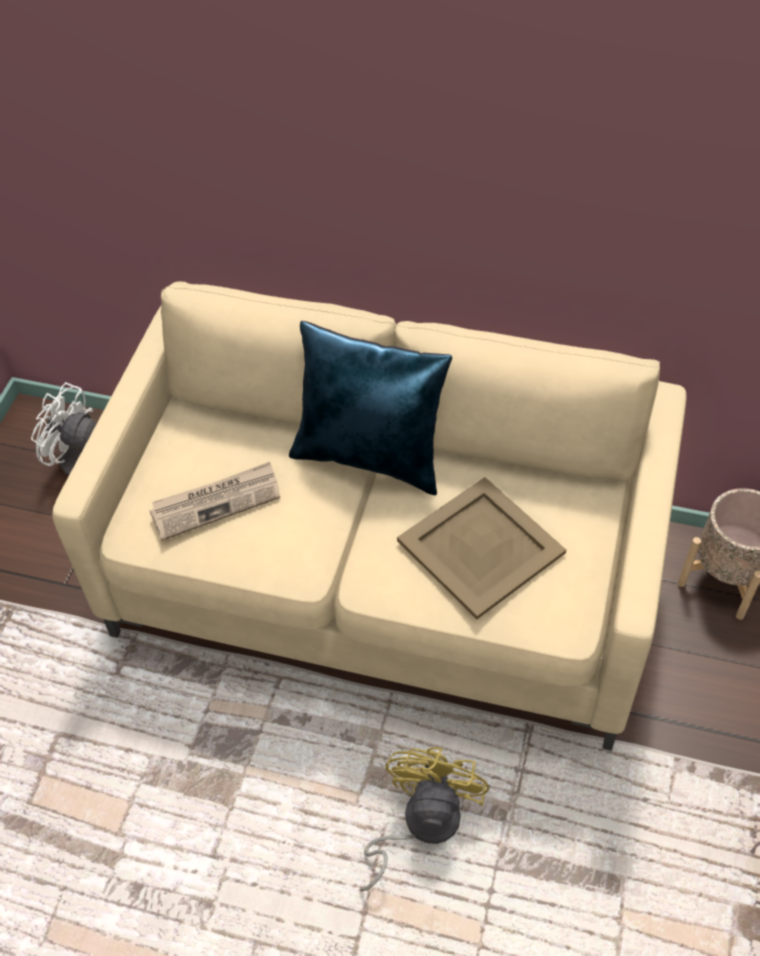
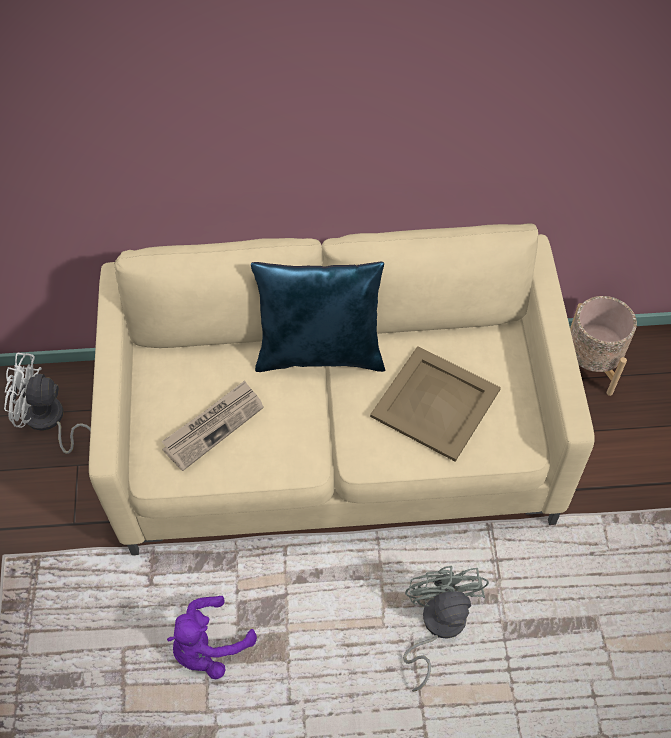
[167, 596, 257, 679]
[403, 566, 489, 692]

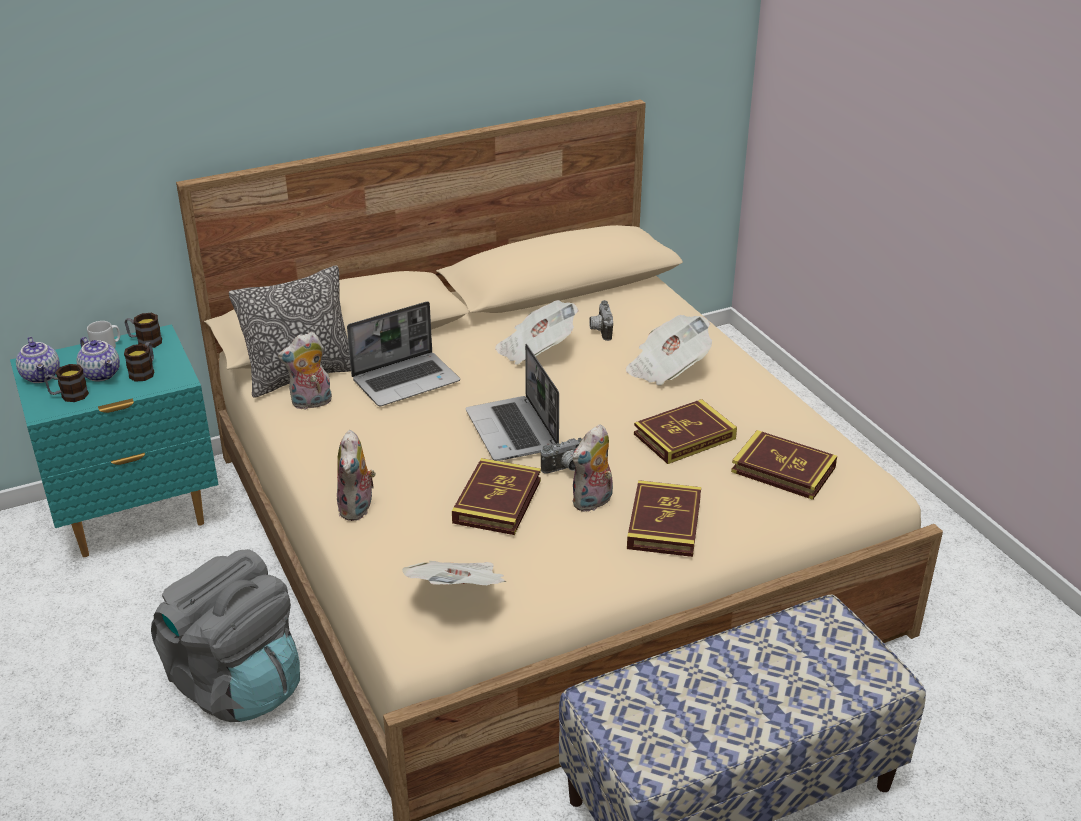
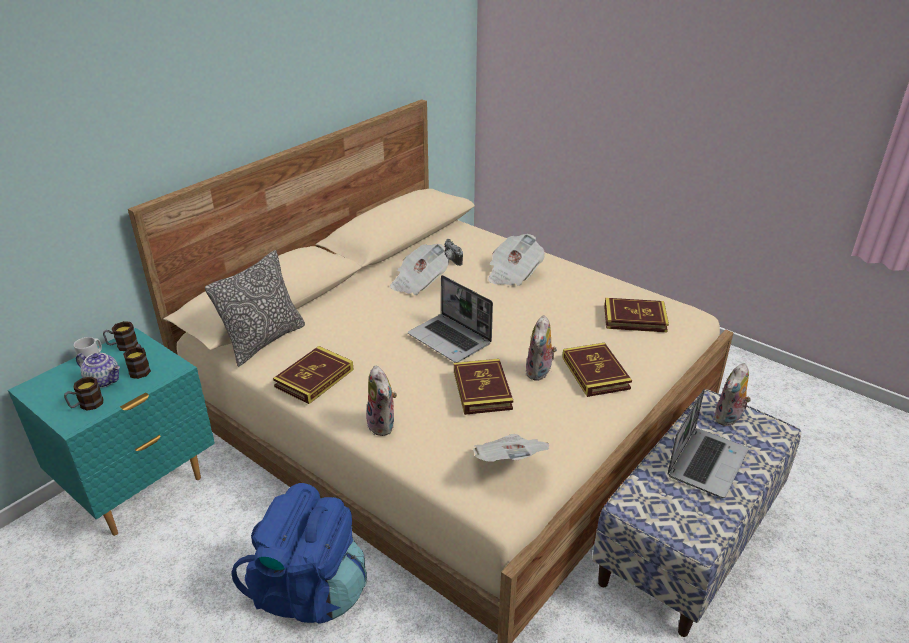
[16, 337, 60, 383] (first image)
[541, 438, 582, 473] (first image)
[713, 363, 751, 426]
[667, 388, 749, 498]
[273, 346, 354, 404]
[231, 483, 367, 624]

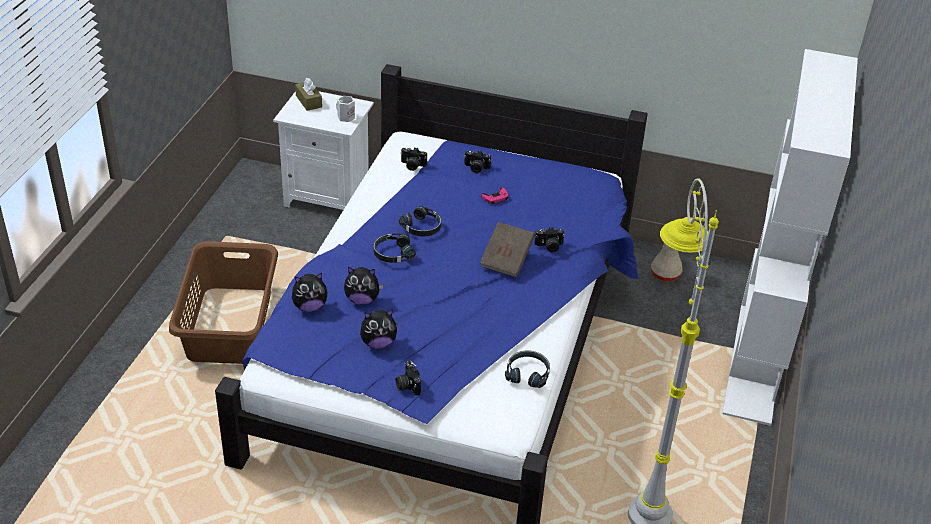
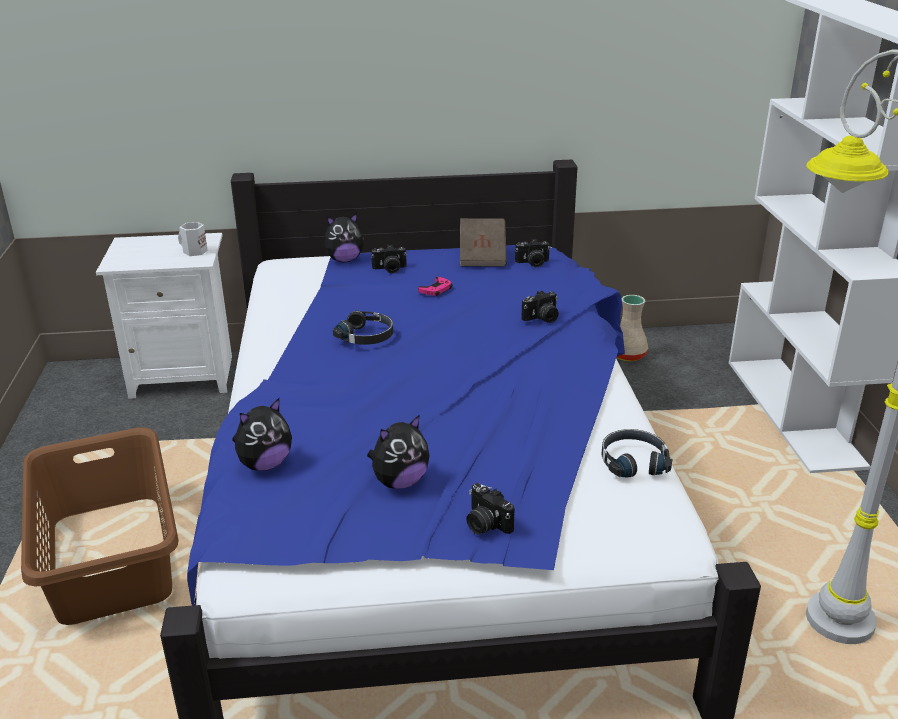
[295, 78, 322, 111] (first image)
[373, 233, 416, 263] (first image)
[324, 213, 364, 262]
[515, 239, 550, 267]
[460, 218, 507, 267]

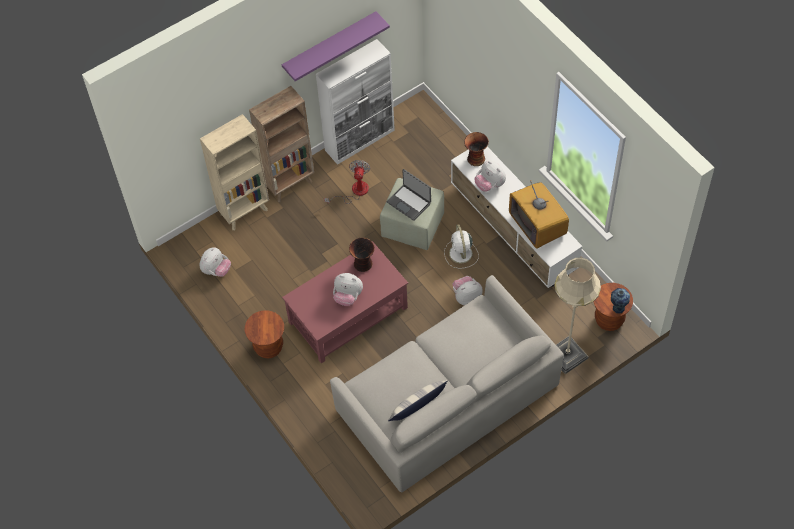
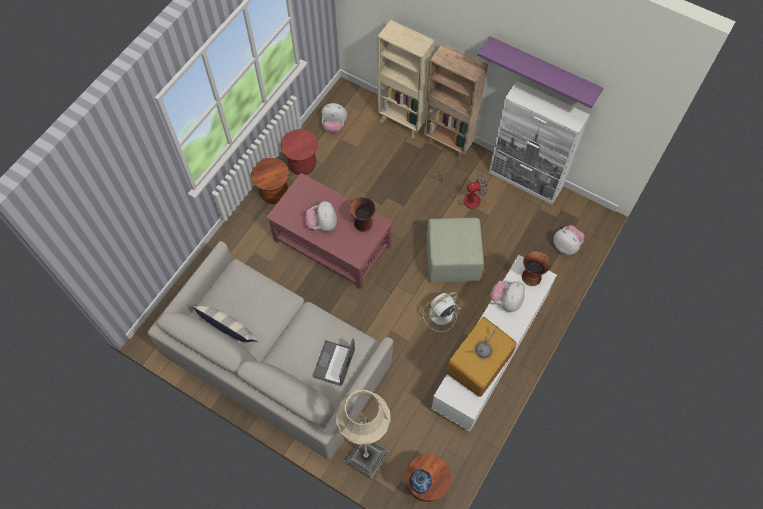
[281, 129, 318, 175]
[312, 338, 355, 386]
[553, 225, 585, 255]

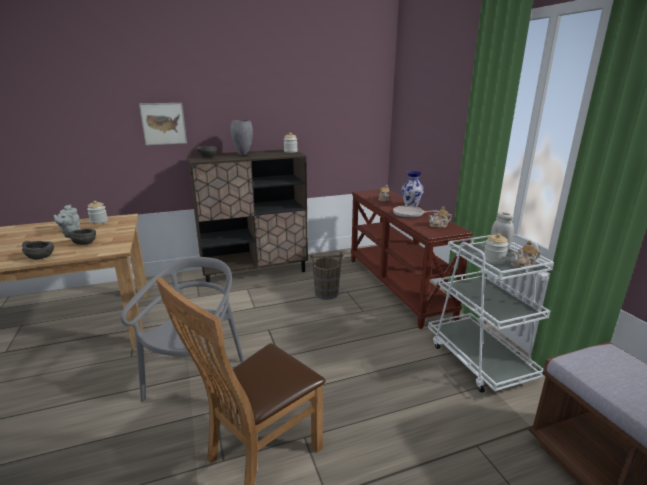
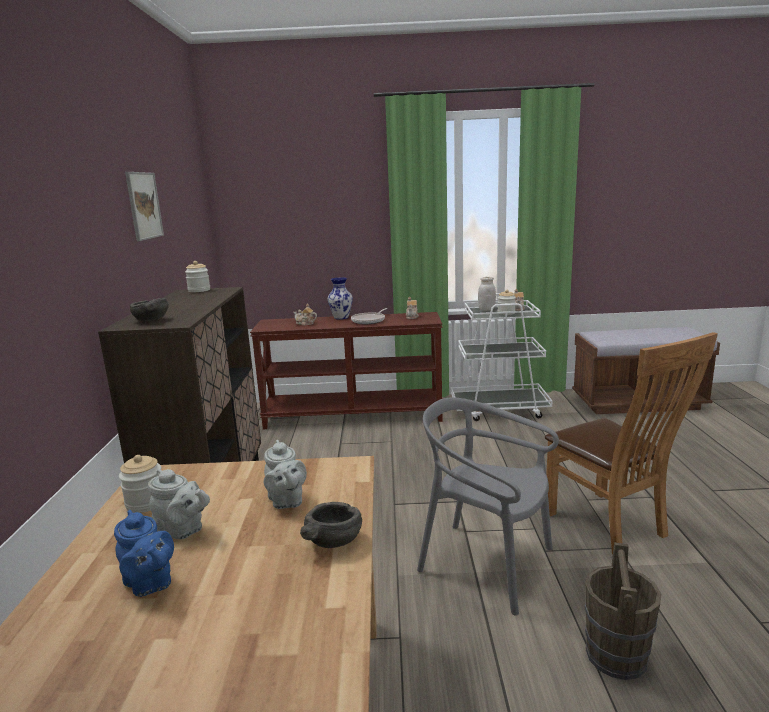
[230, 120, 253, 155] (first image)
[114, 510, 174, 597]
[125, 172, 164, 241]
[585, 543, 662, 680]
[264, 440, 307, 509]

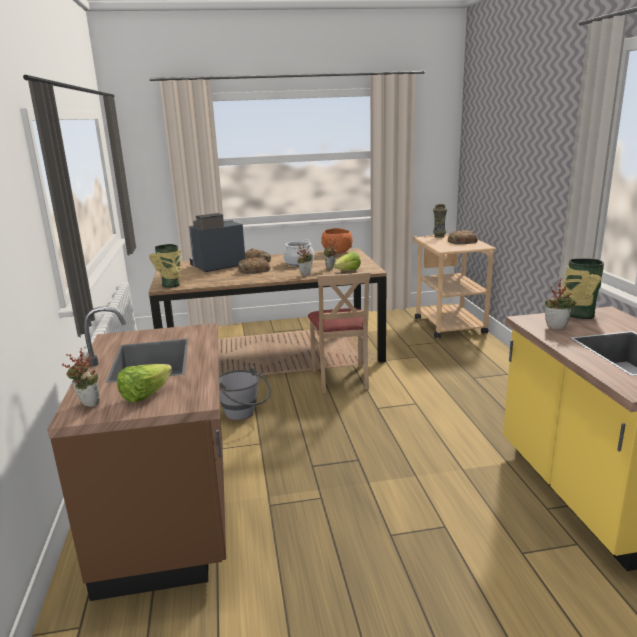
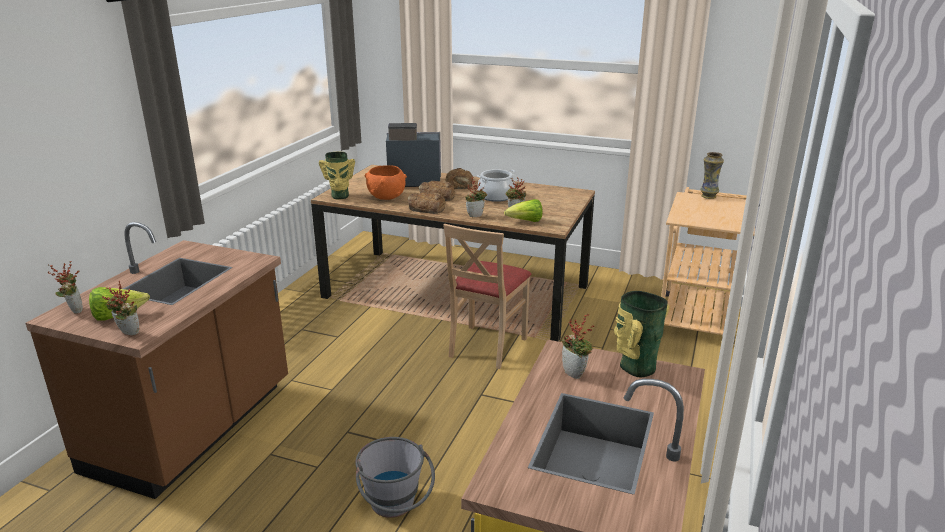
[102, 281, 140, 335]
[355, 437, 435, 518]
[365, 165, 407, 200]
[407, 192, 446, 214]

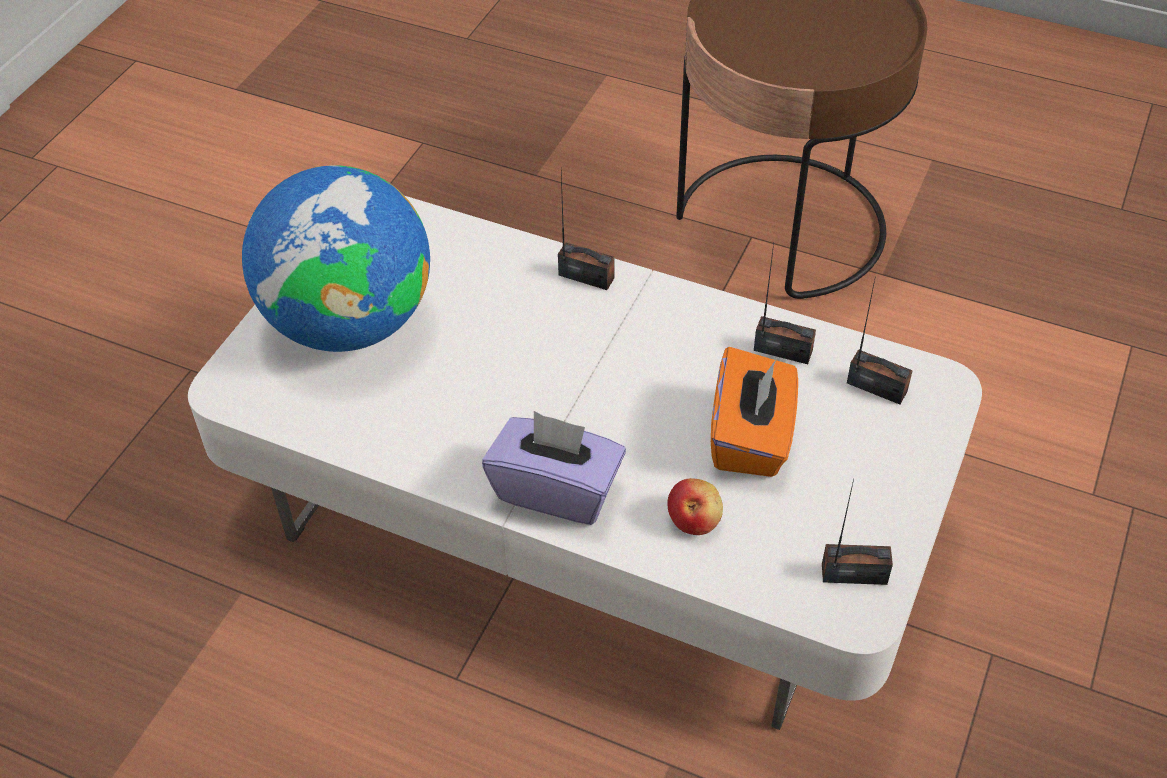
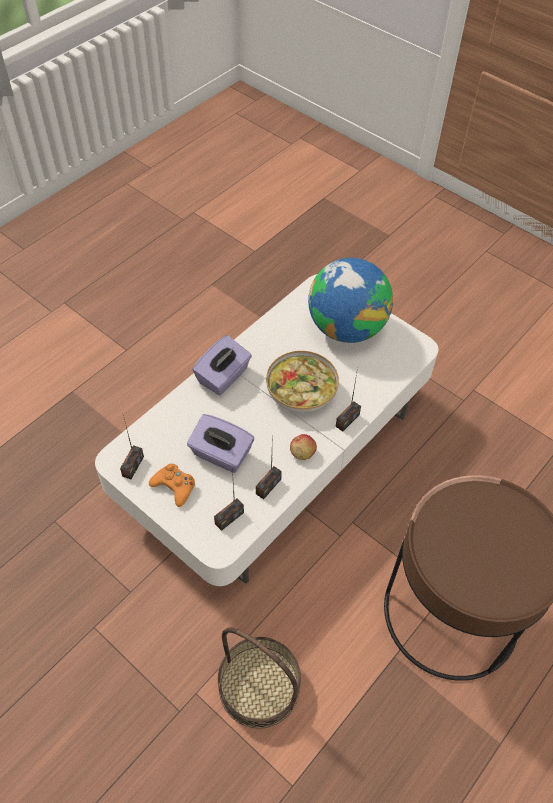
[149, 464, 195, 507]
[218, 628, 301, 729]
[266, 351, 339, 413]
[290, 434, 317, 460]
[187, 414, 254, 473]

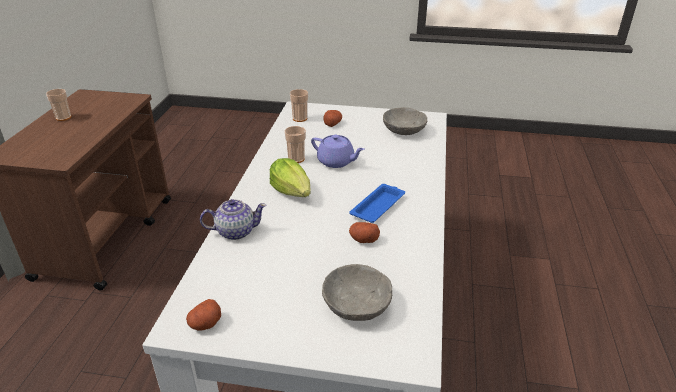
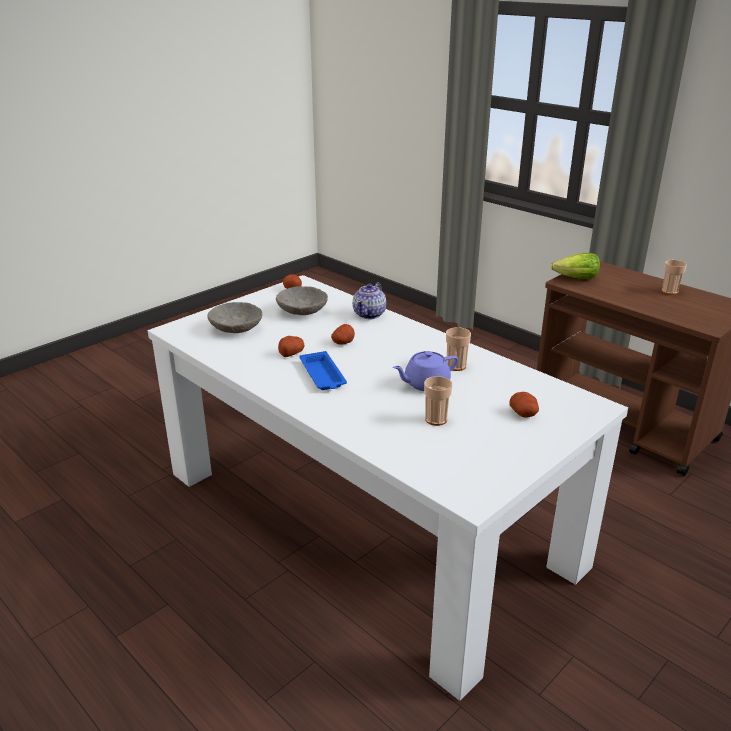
[331, 324, 355, 345]
[551, 253, 600, 279]
[424, 376, 452, 426]
[276, 286, 328, 315]

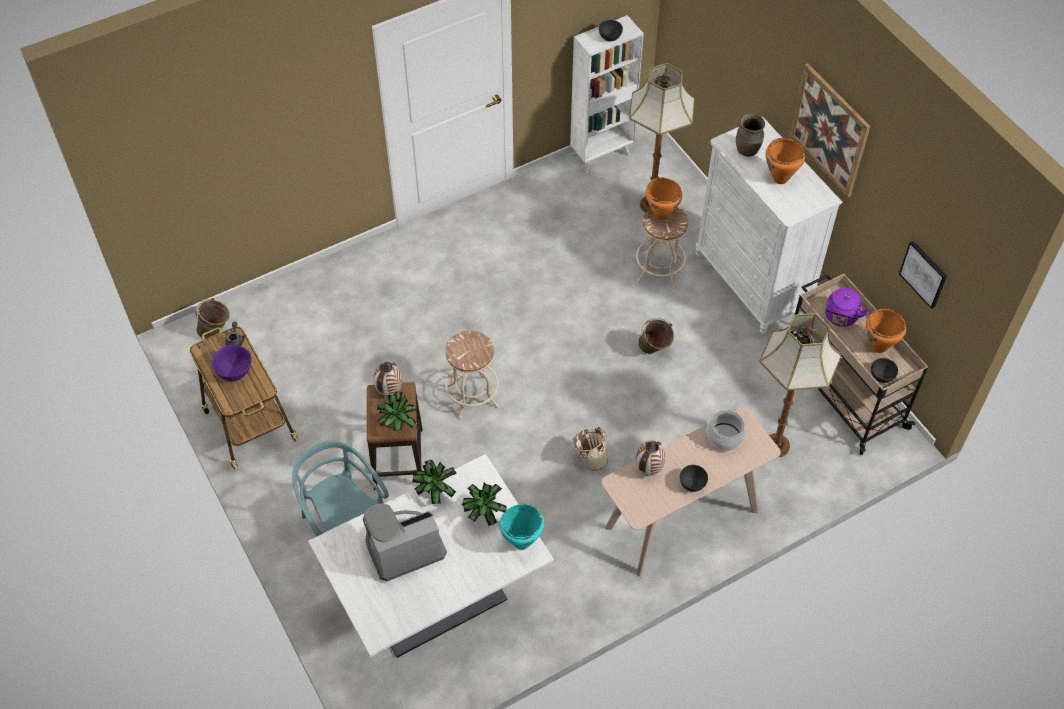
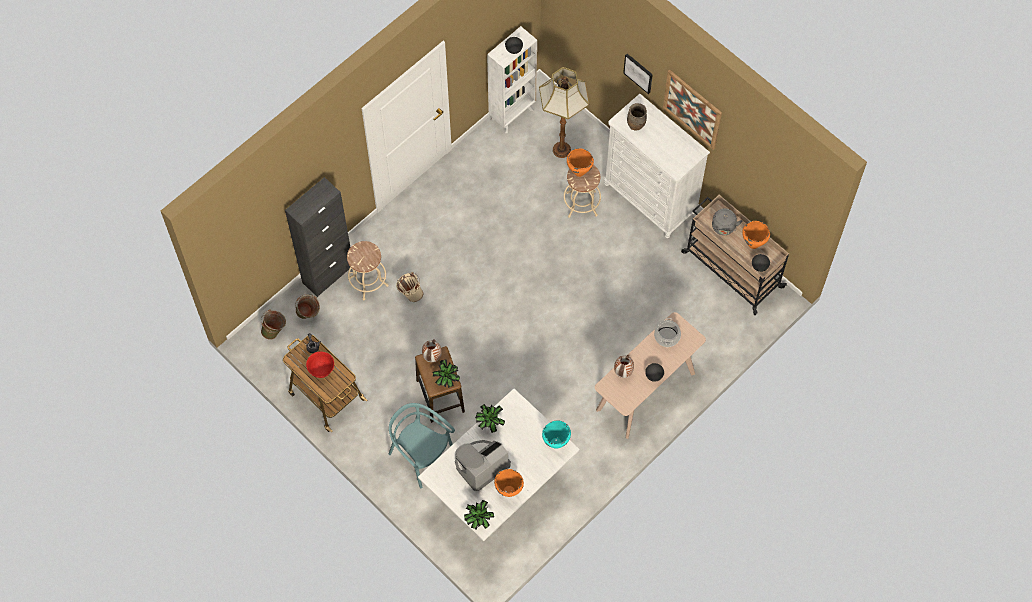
[760, 313, 842, 458] (first image)
[285, 177, 351, 297]
[347, 241, 389, 301]
[464, 500, 494, 530]
[396, 272, 423, 302]
[295, 294, 320, 319]
[494, 469, 524, 497]
[623, 54, 653, 94]
[306, 351, 334, 378]
[712, 208, 742, 235]

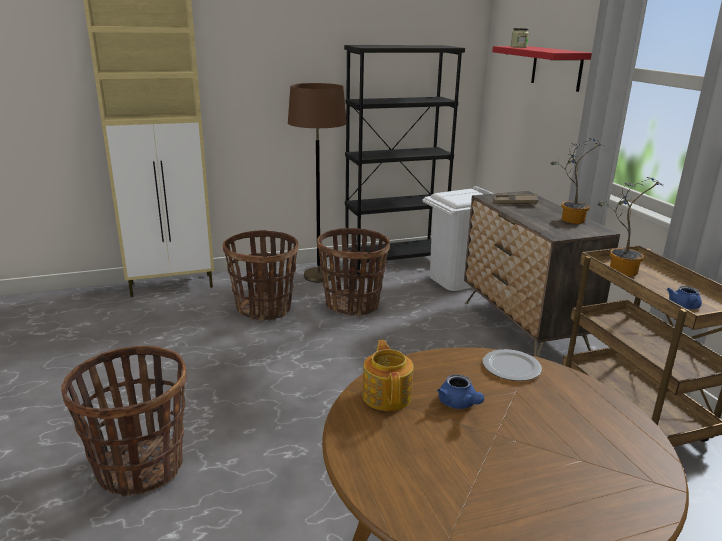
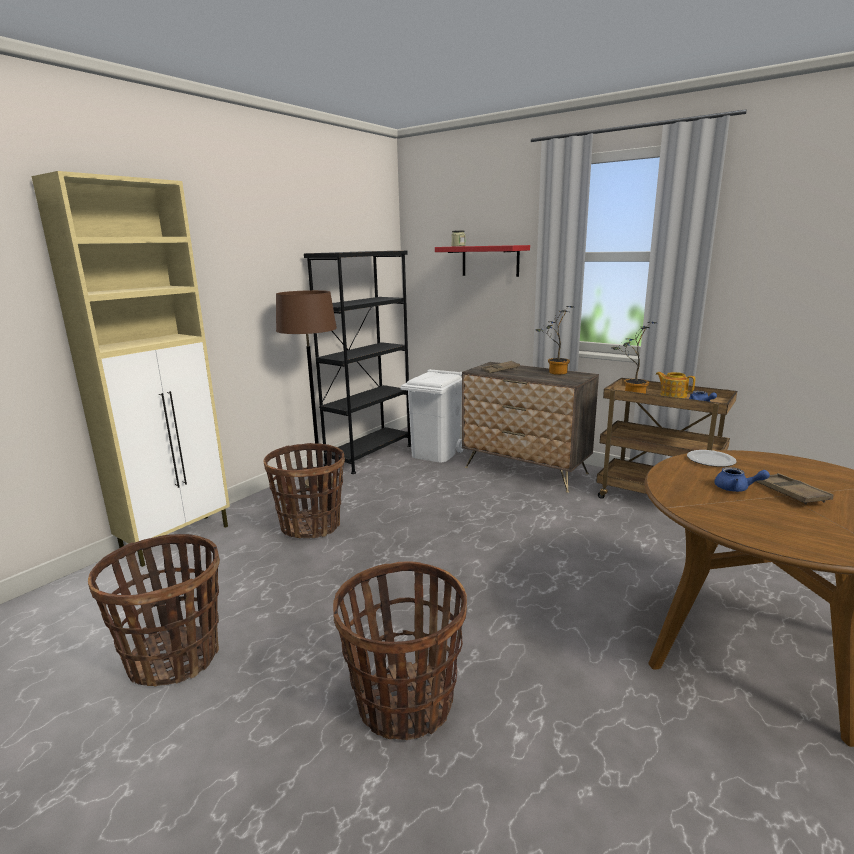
[756, 473, 834, 504]
[88, 534, 220, 687]
[656, 372, 695, 398]

